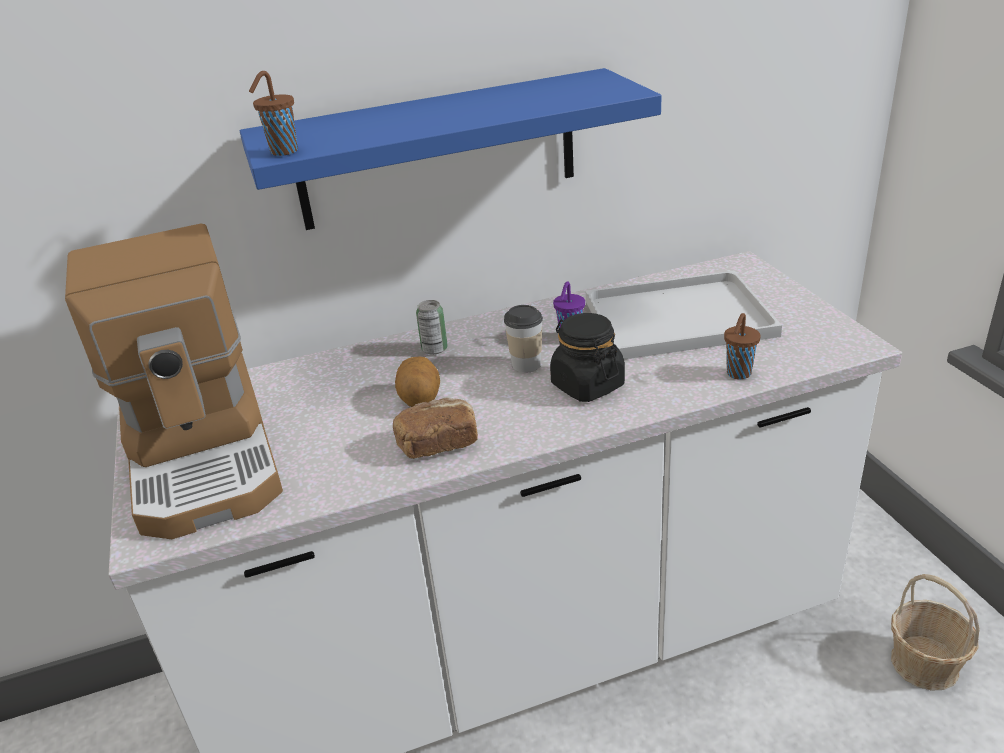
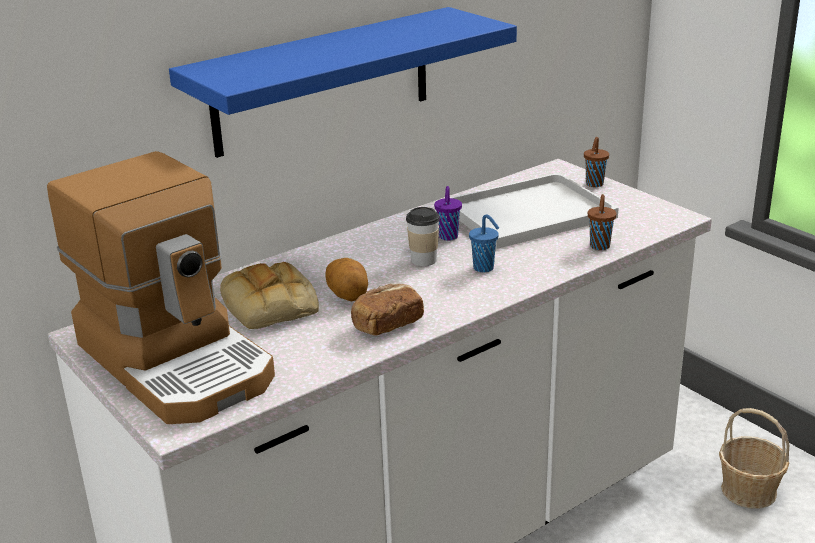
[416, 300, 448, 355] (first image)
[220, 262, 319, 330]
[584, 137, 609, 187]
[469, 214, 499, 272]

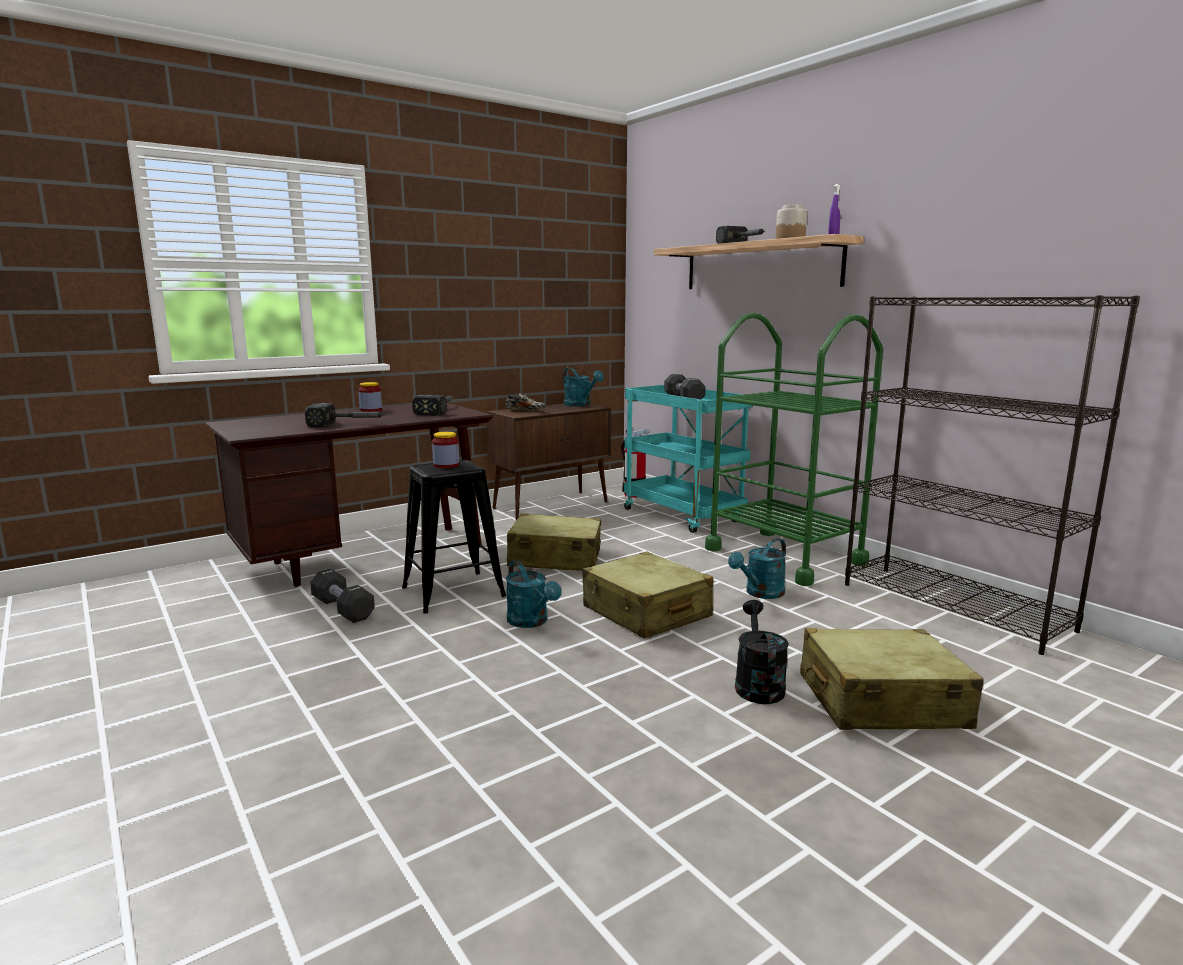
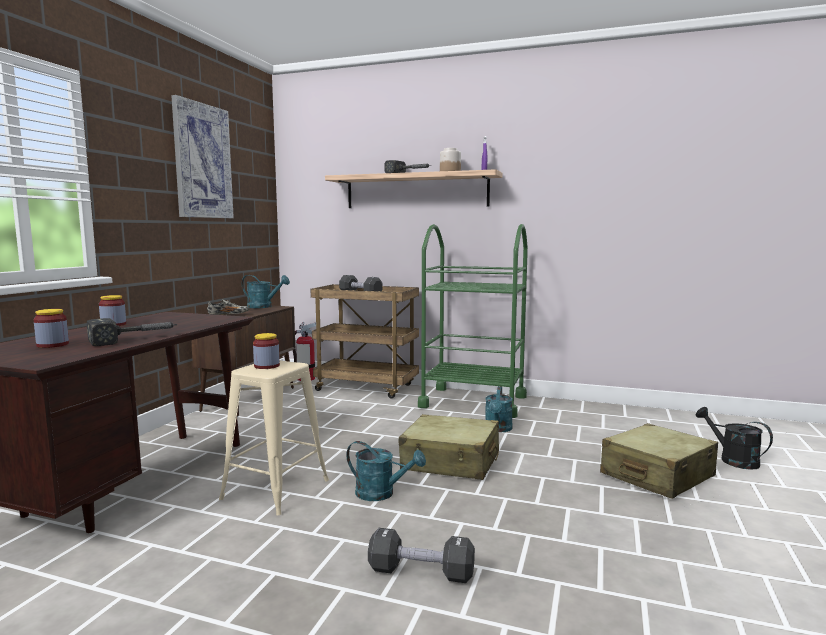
[412, 395, 453, 416] (first image)
[507, 513, 601, 571] (first image)
[845, 295, 1140, 655] (first image)
[34, 309, 69, 348]
[171, 95, 234, 218]
[368, 528, 475, 583]
[696, 407, 773, 470]
[219, 360, 329, 516]
[311, 284, 419, 398]

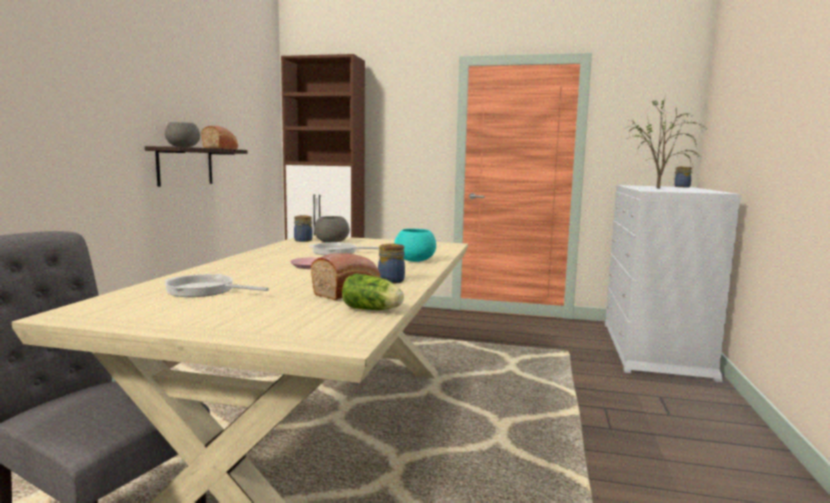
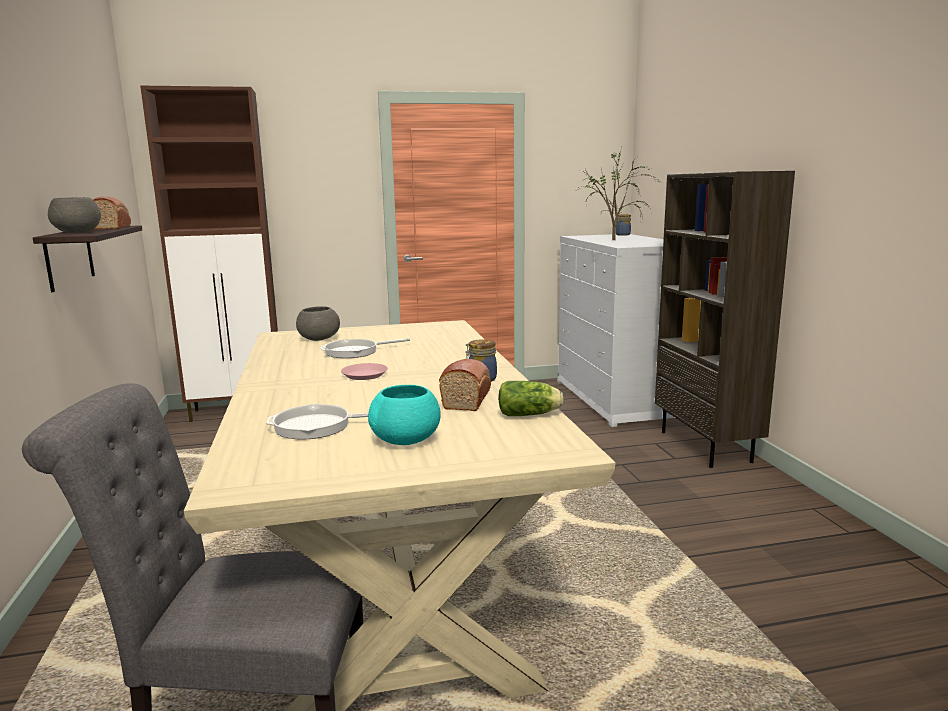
[294, 215, 313, 242] (first image)
[655, 171, 795, 468]
[368, 385, 441, 445]

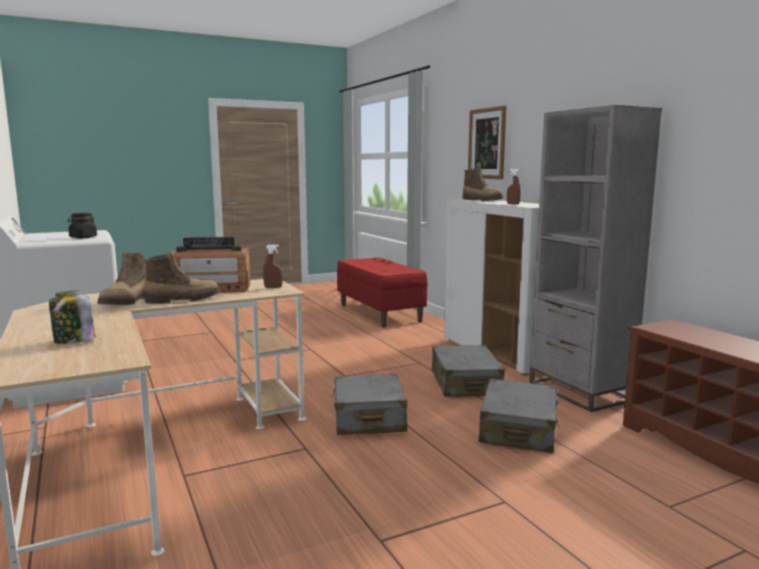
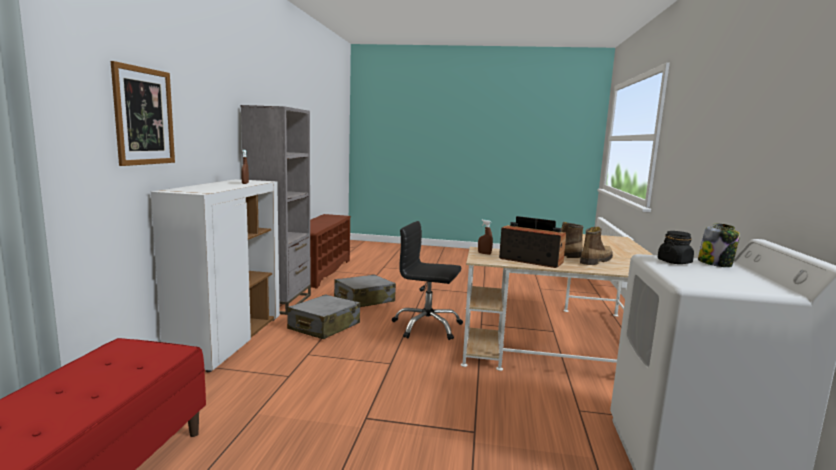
[462, 168, 503, 201] (first image)
[698, 223, 740, 267]
[392, 221, 463, 340]

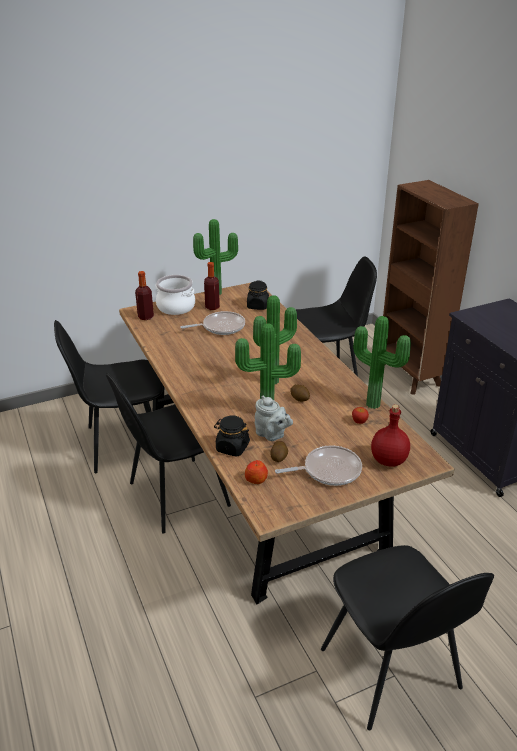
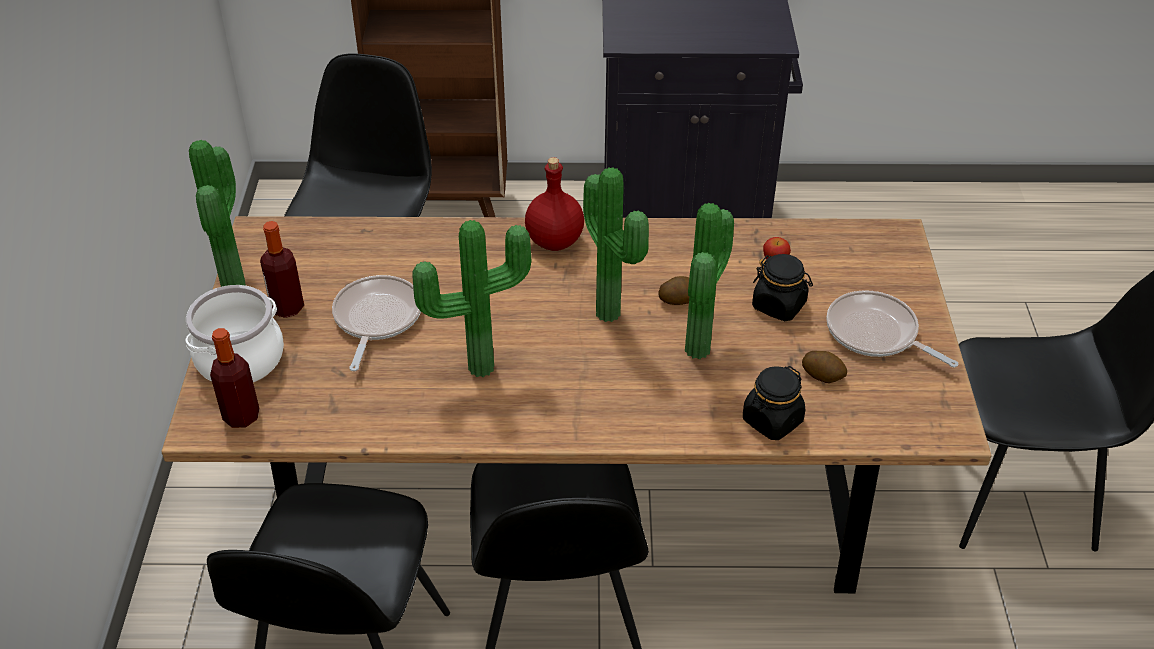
[245, 460, 268, 484] (first image)
[255, 396, 293, 441] (first image)
[752, 254, 813, 321]
[412, 220, 531, 377]
[525, 157, 584, 251]
[826, 290, 958, 368]

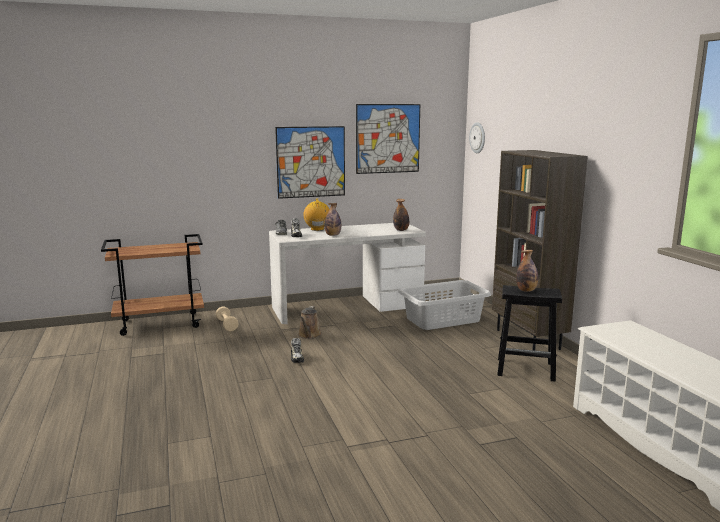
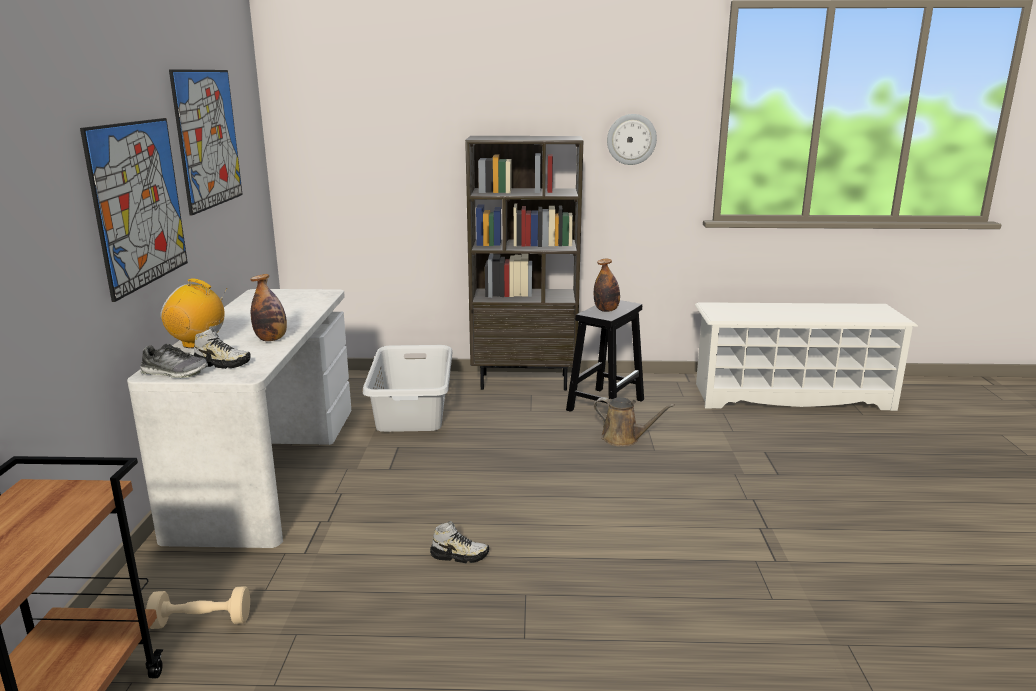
[393, 199, 409, 231] (first image)
[593, 397, 675, 447]
[607, 114, 657, 165]

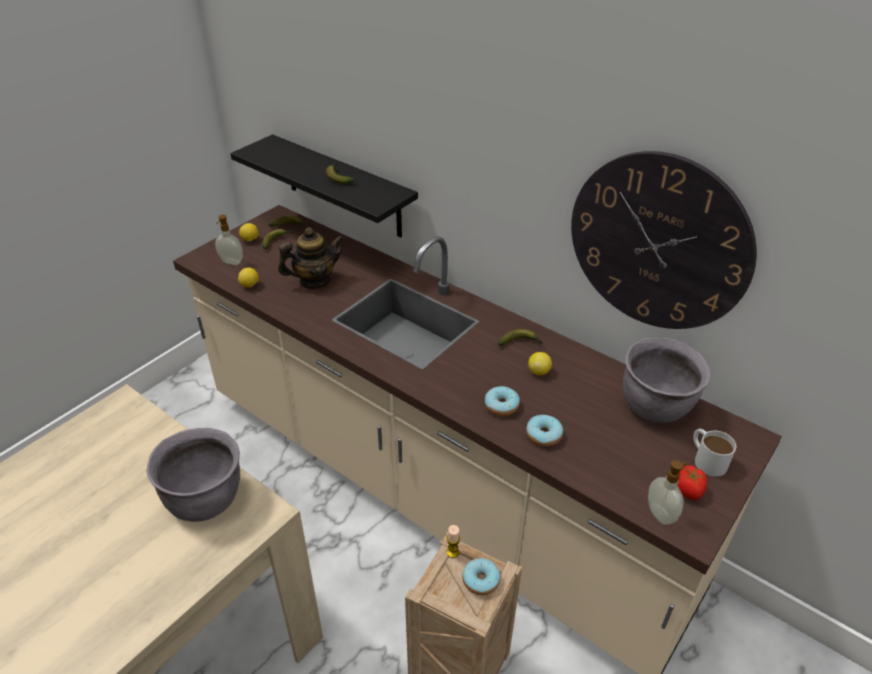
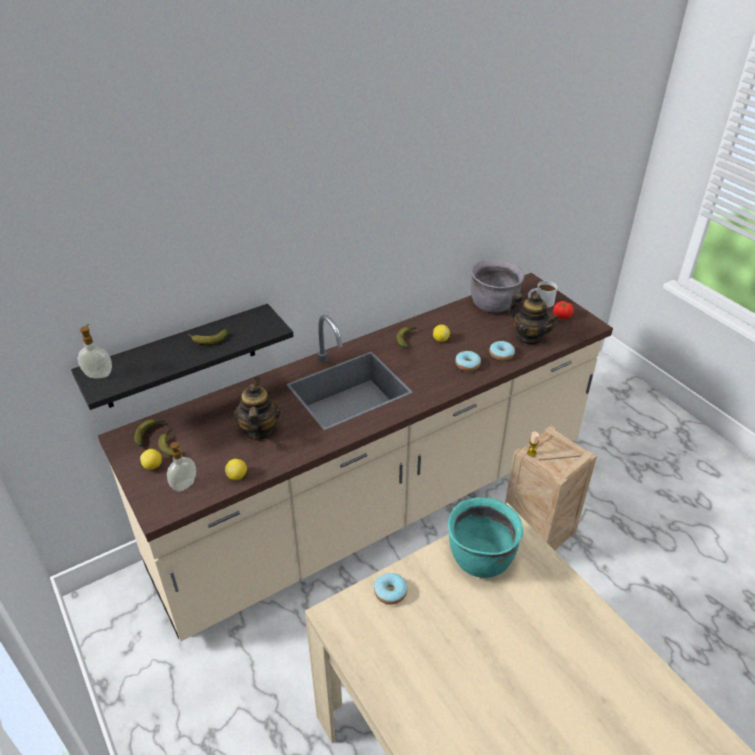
[571, 151, 757, 329] (first image)
[508, 293, 559, 344]
[374, 573, 407, 605]
[78, 324, 112, 378]
[448, 497, 523, 578]

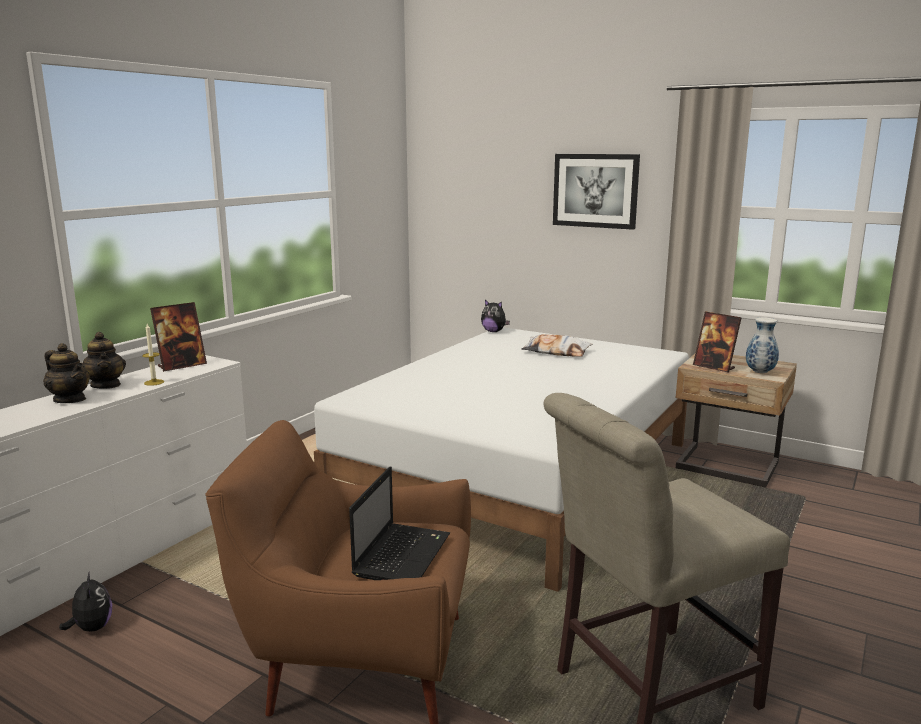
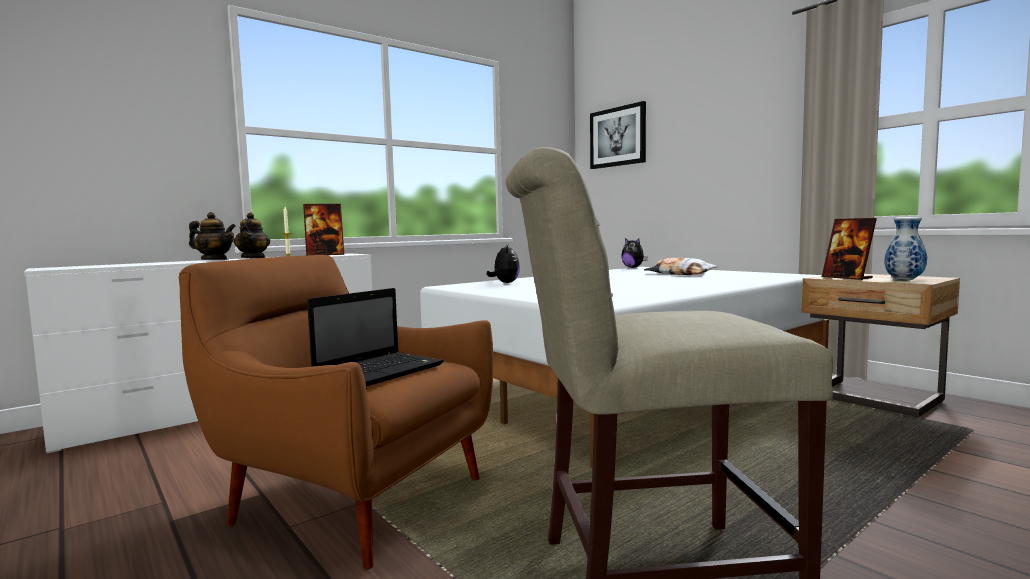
[487, 244, 520, 283]
[590, 101, 646, 169]
[189, 212, 236, 260]

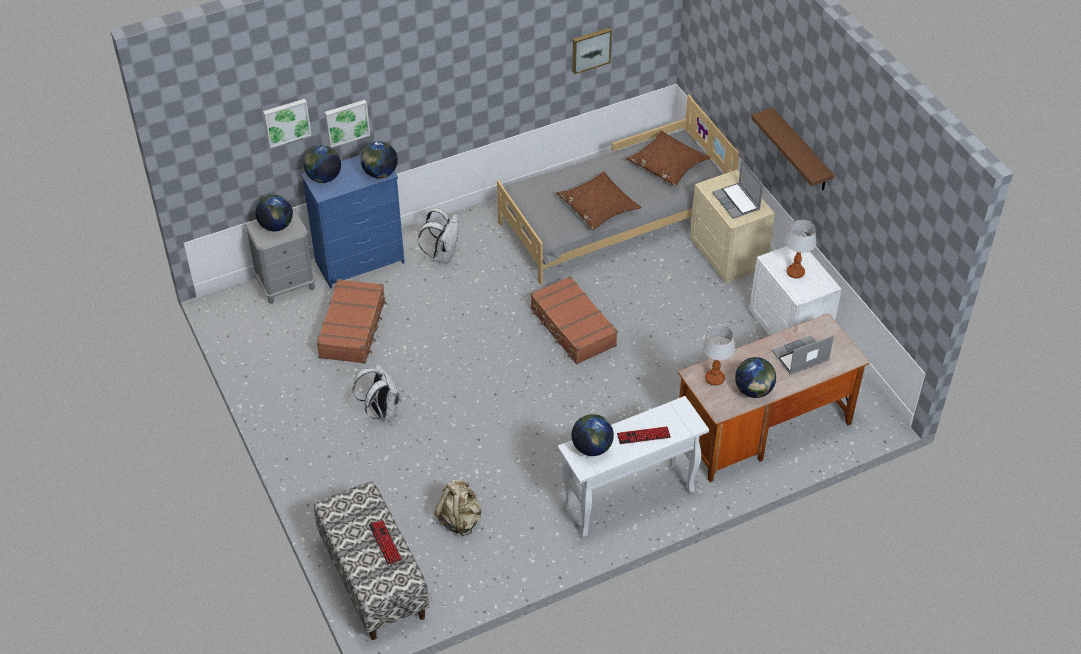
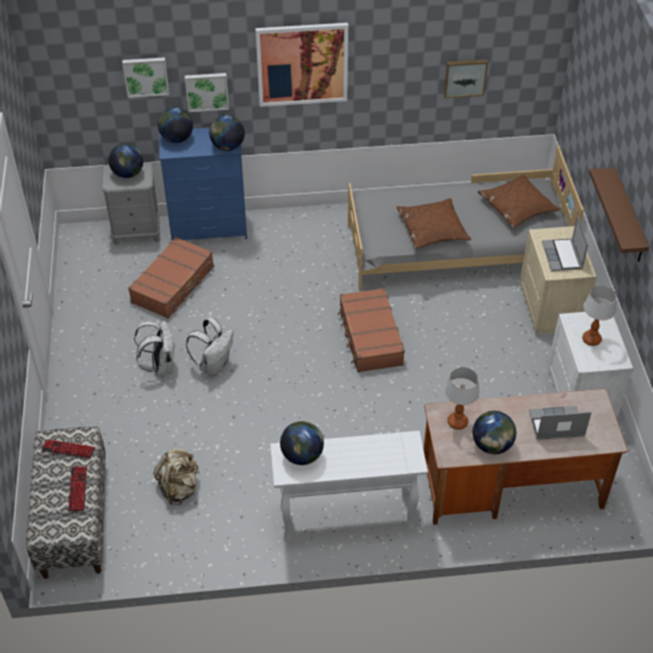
[255, 23, 348, 107]
[186, 317, 234, 376]
[41, 439, 96, 459]

